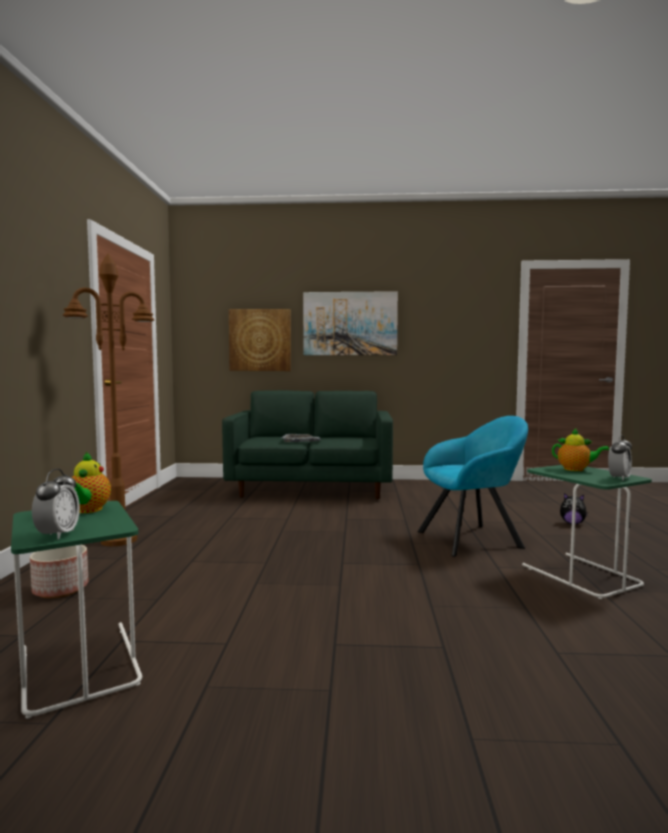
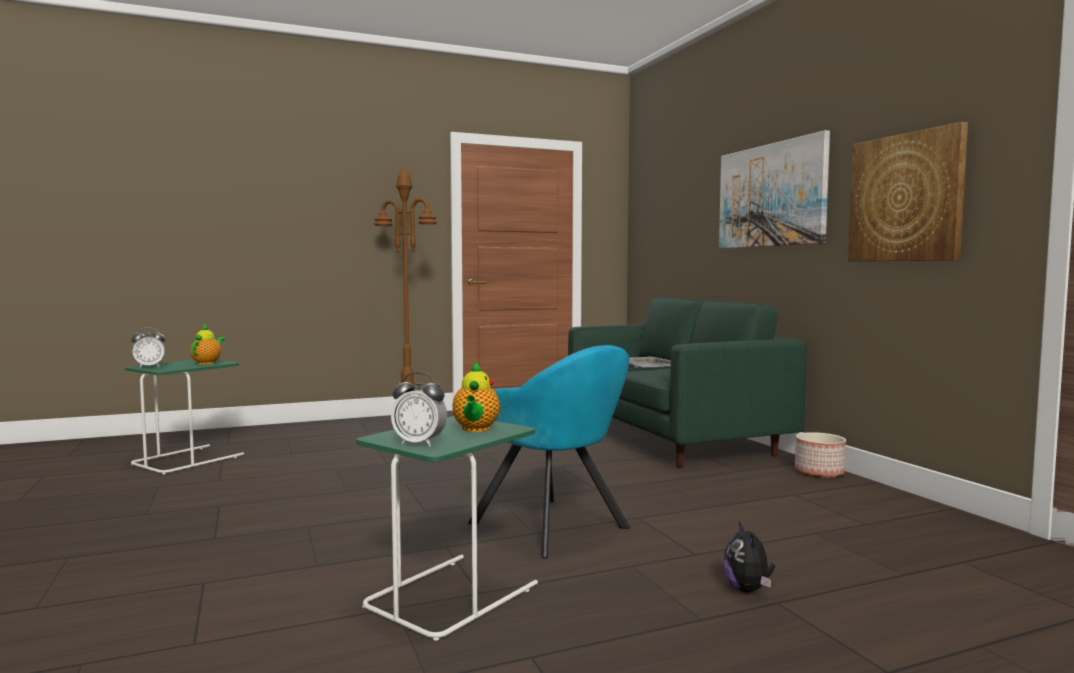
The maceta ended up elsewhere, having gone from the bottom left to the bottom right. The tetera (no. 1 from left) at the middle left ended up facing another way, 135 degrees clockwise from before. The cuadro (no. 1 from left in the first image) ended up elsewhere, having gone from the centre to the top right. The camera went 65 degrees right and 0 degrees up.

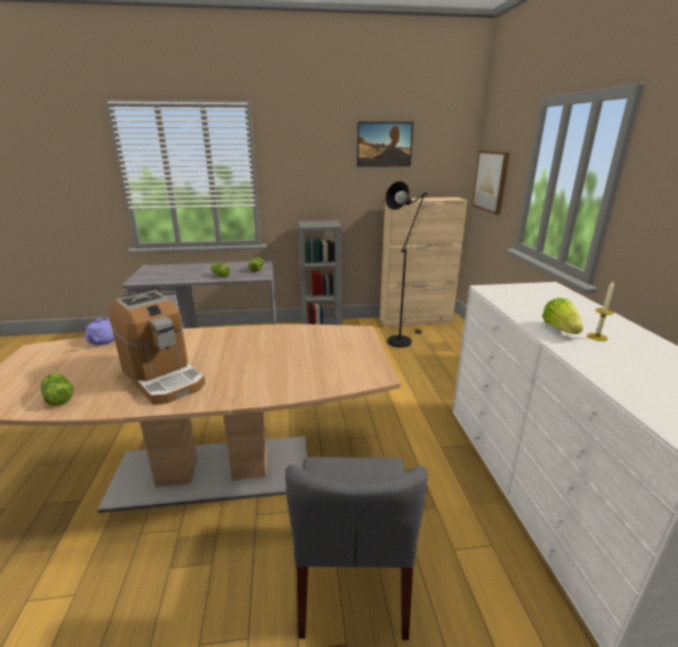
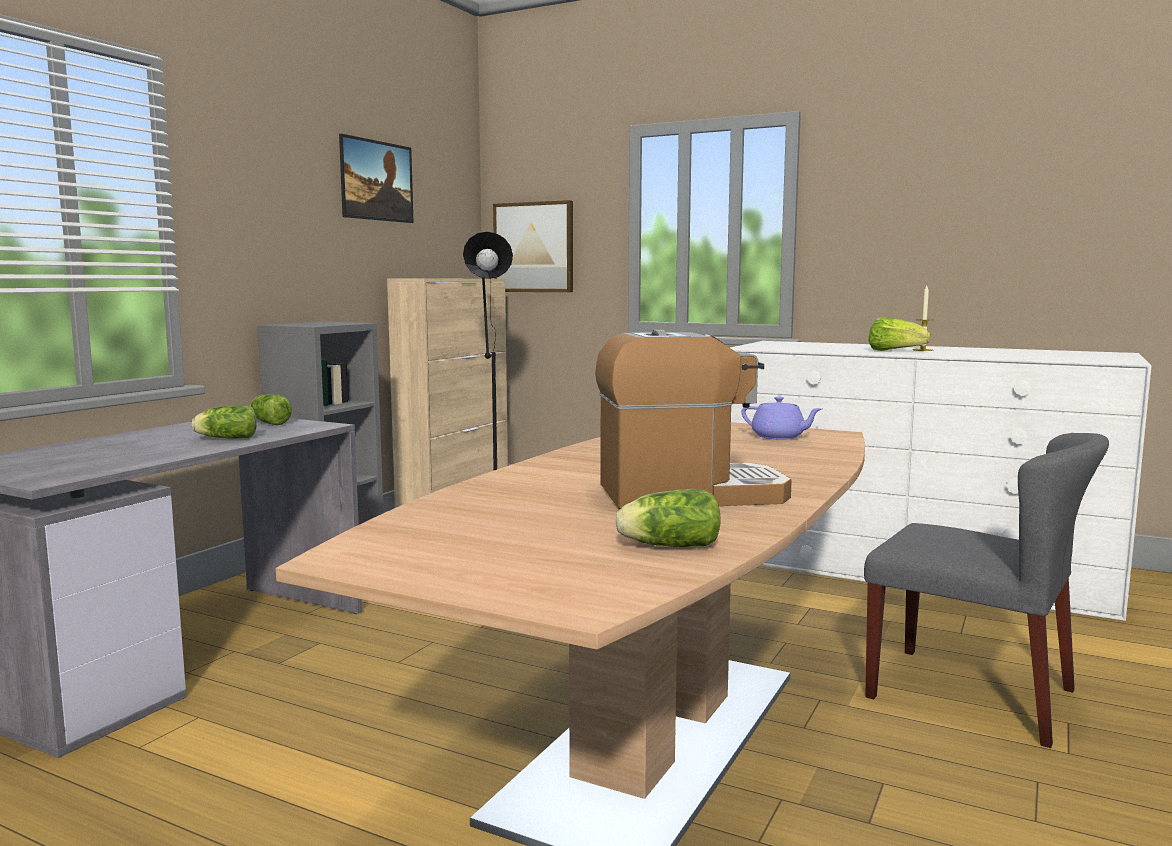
The tetera/morado ended up elsewhere, having gone from the middle left to the centre. The camera went 55 degrees left and 15 degrees down.

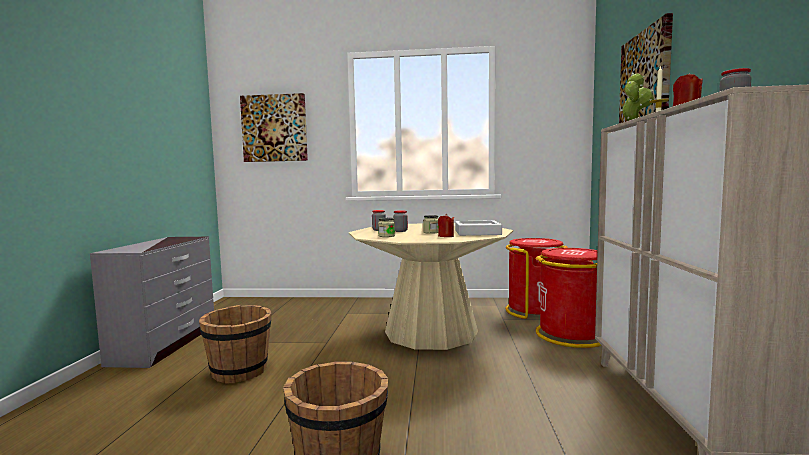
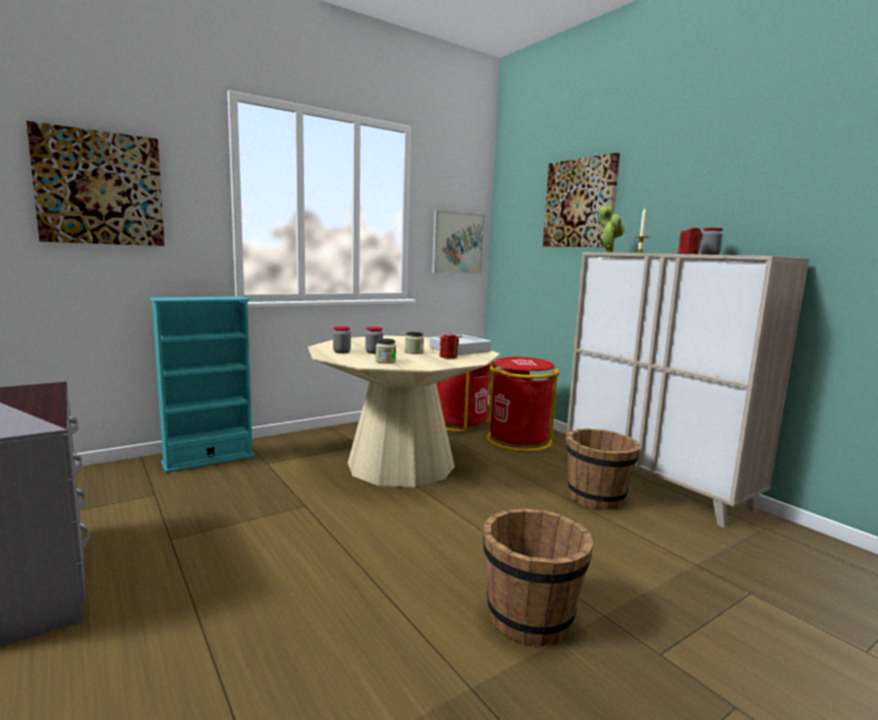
The cubo/marrón (no. 1 from left in the first image) ended up elsewhere, having gone from the bottom left to the middle right. The second view gained the estantería/turquesa at the middle left. The second view gained the cuadro (no. 2 from left) at the centre. The camera went 40 degrees left and 5 degrees up.

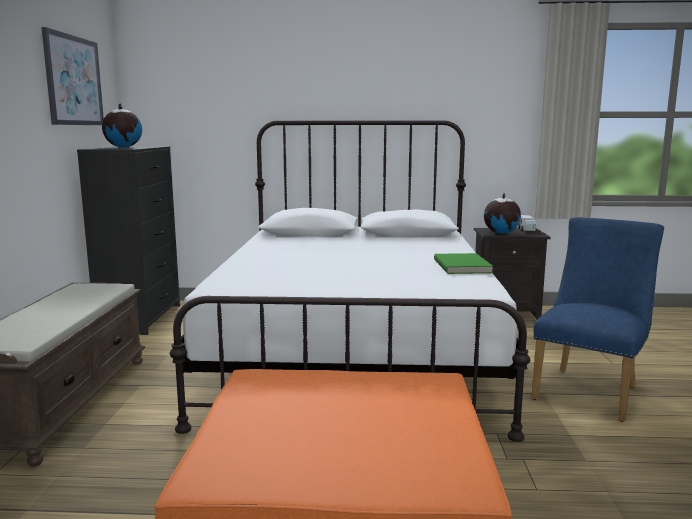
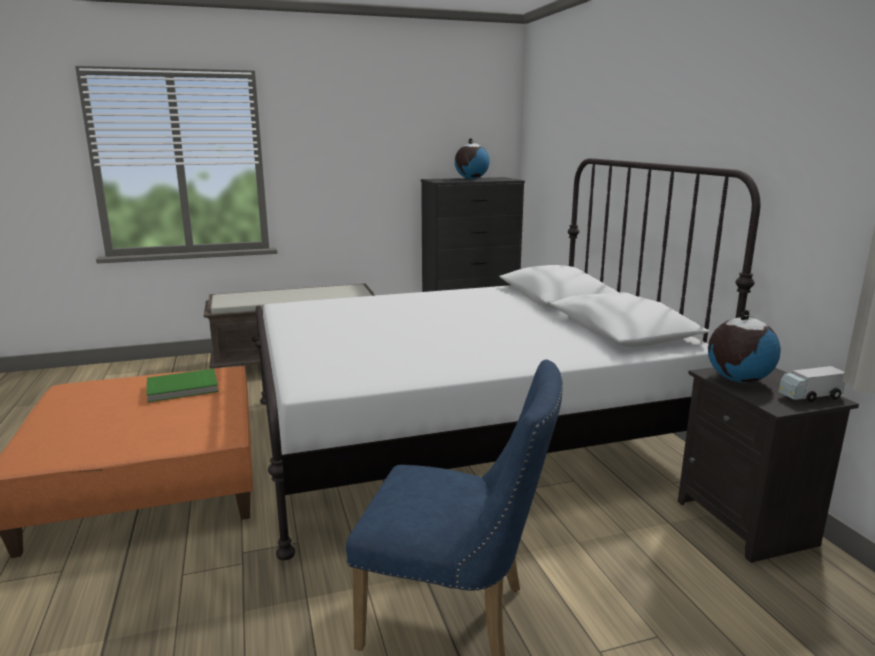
The second view lost the cuadro at the top left. The libro/verde ended up elsewhere, having gone from the middle right to the middle left. The camera went 70 degrees right and 5 degrees up.

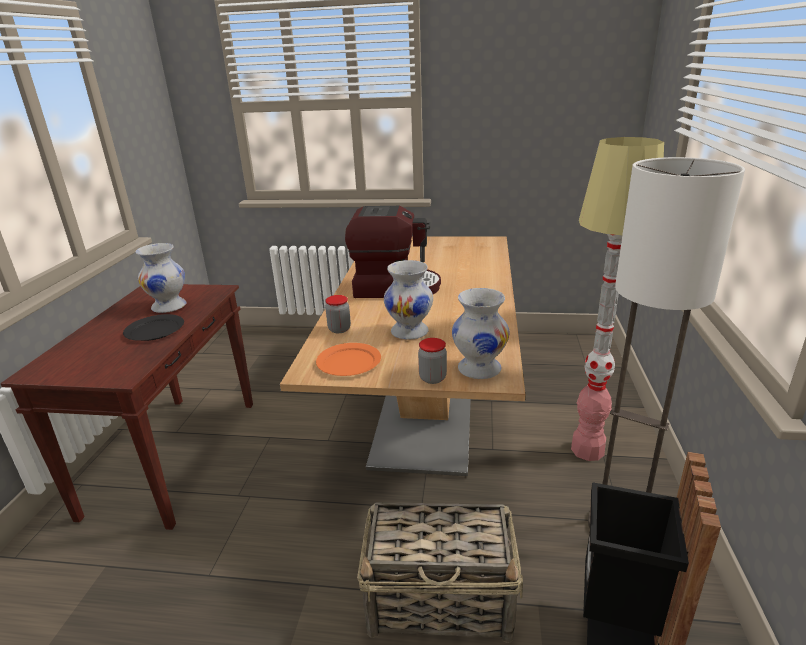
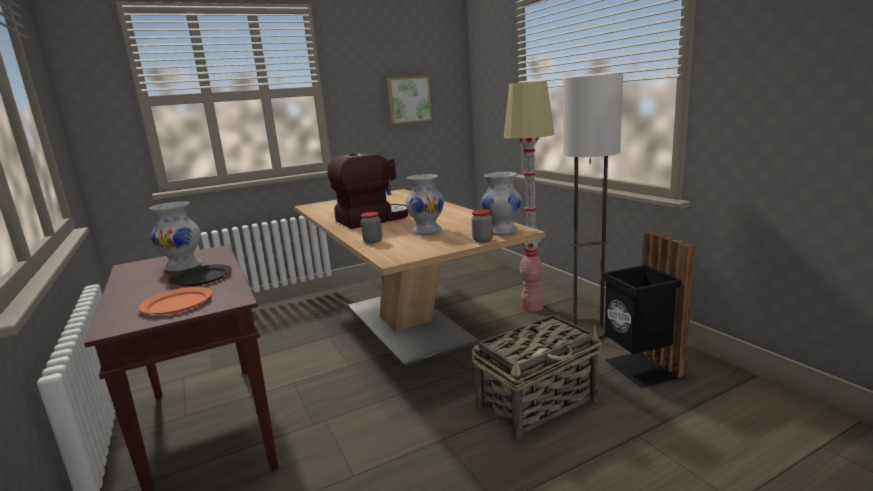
The plato/naranja ended up elsewhere, having gone from the centre to the middle left. The second view gained the cuadro at the top centre. The camera went 35 degrees left and 10 degrees down.

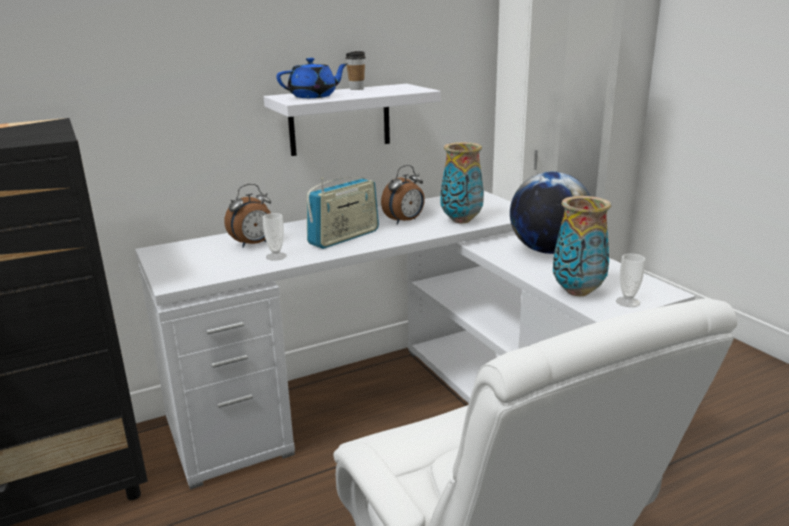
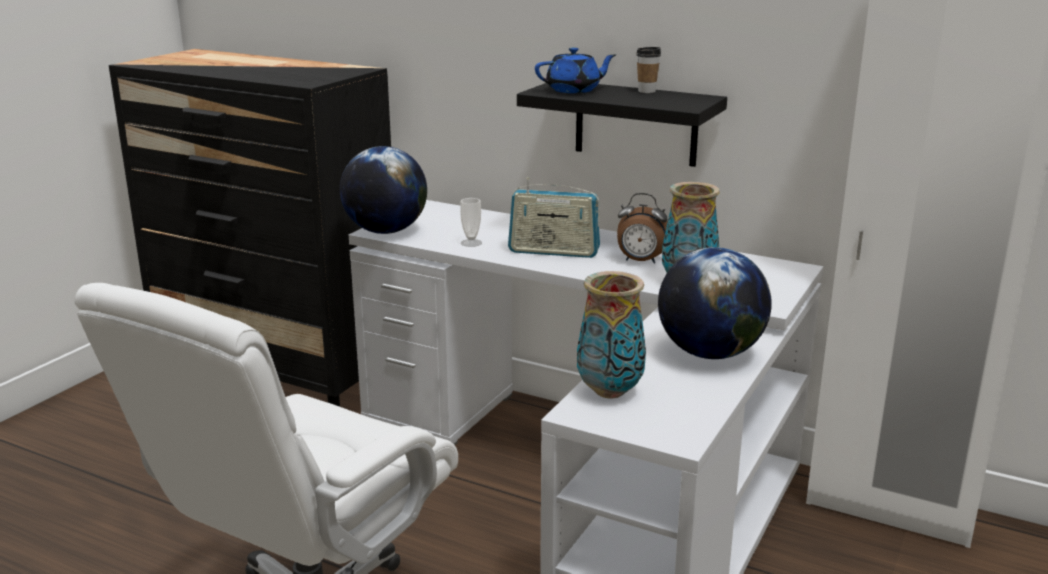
The second view lost the despertador (no. 1 from left) at the middle left. What was the estante/blanco at the top centre turned into the estante/negro at the top centre. The tetera/azul at the top centre ended up facing another way, 45 degrees counterclockwise from before. The second view lost the taza (no. 3 from left) at the middle right. The second view gained the globo terráqueo (no. 1 from left) at the top centre. The camera went 55 degrees right and 0 degrees up.

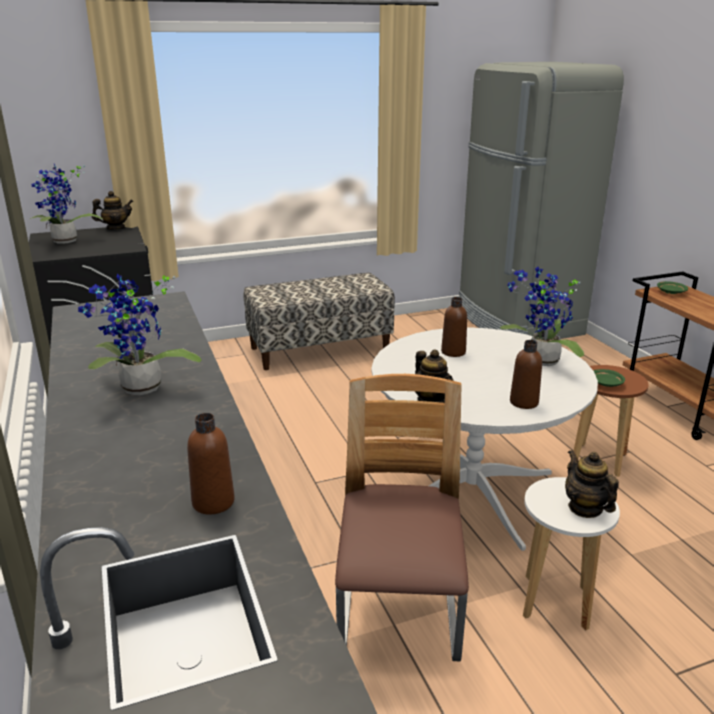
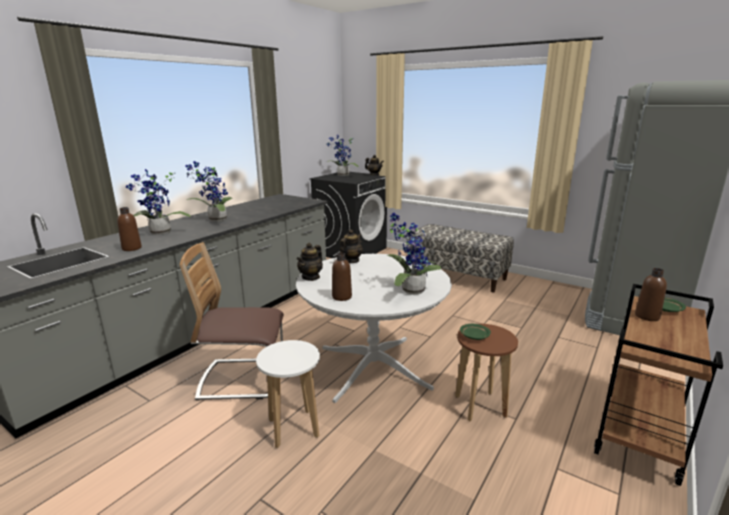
The silla at the bottom centre ended up facing another way, 150 degrees counterclockwise from before. The botella/marrón (no. 2 from left in the first image) ended up elsewhere, having gone from the centre to the middle right. The tetera (no. 3 from left in the first image) ended up elsewhere, having gone from the bottom right to the centre. The second view gained the planta en maceta (no. 1 from left) at the middle left. The camera went 55 degrees right and 5 degrees down.

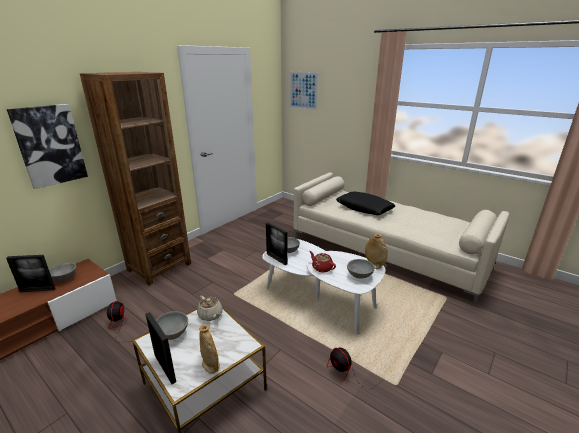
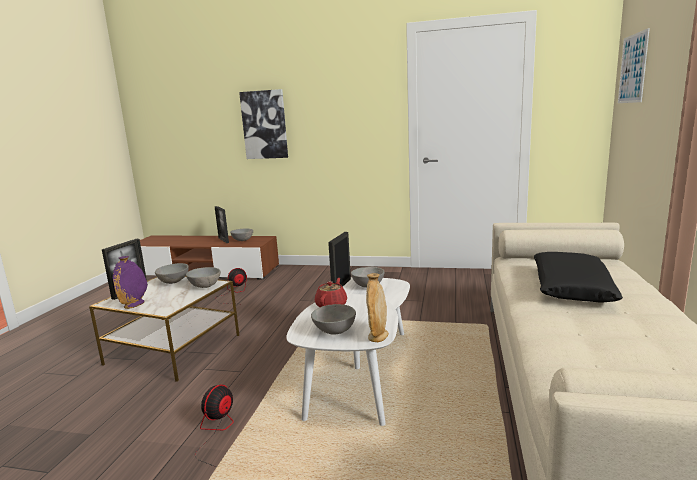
The second view lost the estantería/marrón at the middle left. Where the tetera/beis stood at the bottom centre, the cuenco/gris (no. 2 from left) came to stand at the middle left. What was the florero/beis (no. 1 from left) at the bottom centre turned into the florero/morado at the middle left. The camera went 65 degrees right and 10 degrees down.

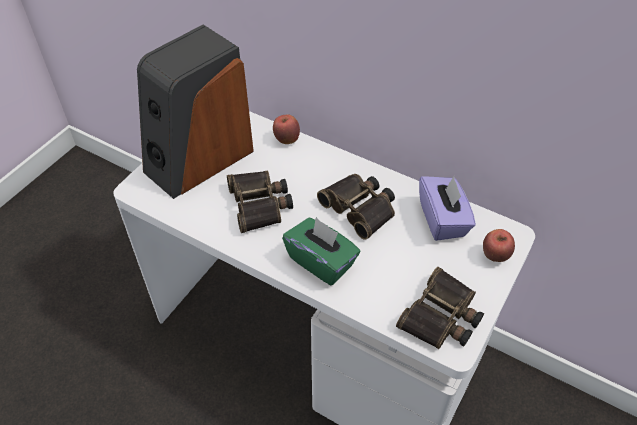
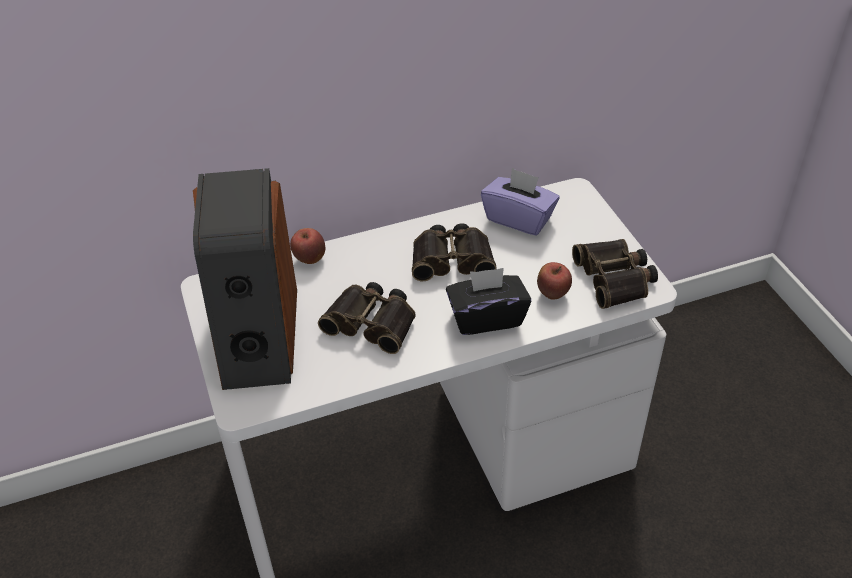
What was the caja de pañuelos/verde at the centre turned into the caja de pañuelos/negro at the centre. The manzana (no. 2 from left) ended up elsewhere, having gone from the middle right to the centre. The camera went 50 degrees left and 5 degrees down.

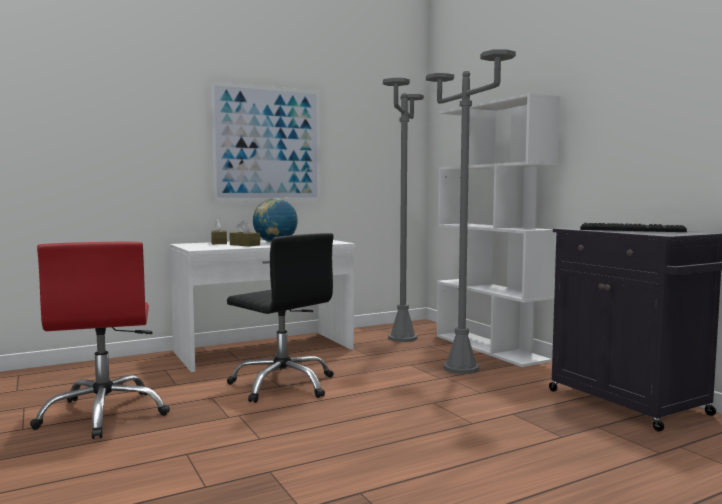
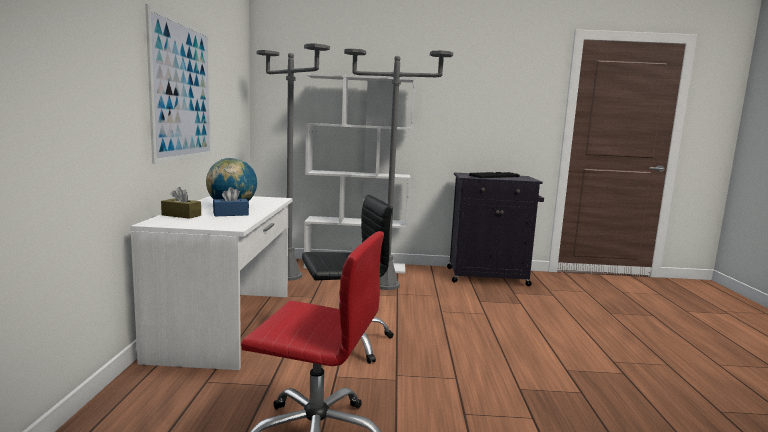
What was the caja de pañuelos/marrón (no. 2 from left) at the centre turned into the caja de pañuelos/azul at the middle left. The camera went 60 degrees left and 5 degrees up.

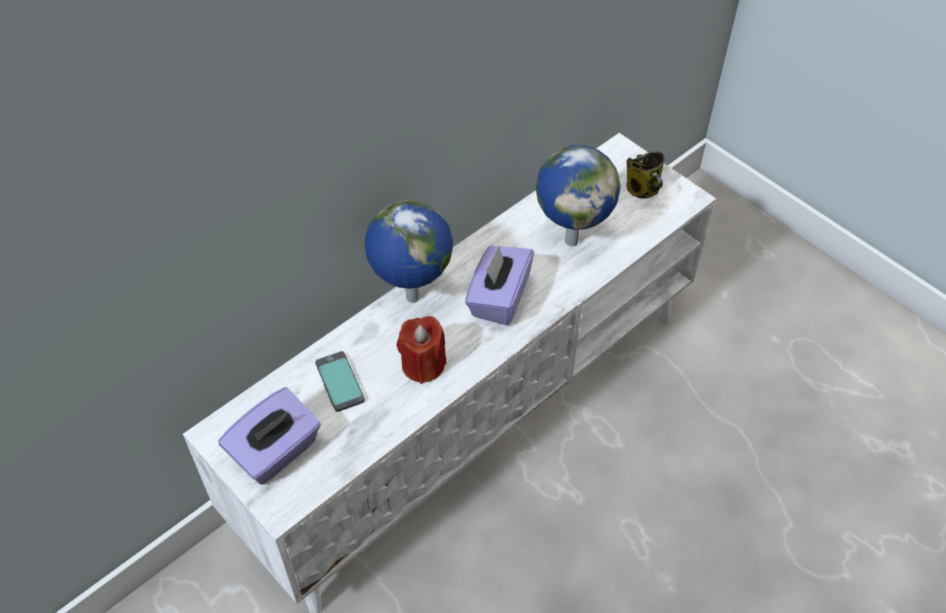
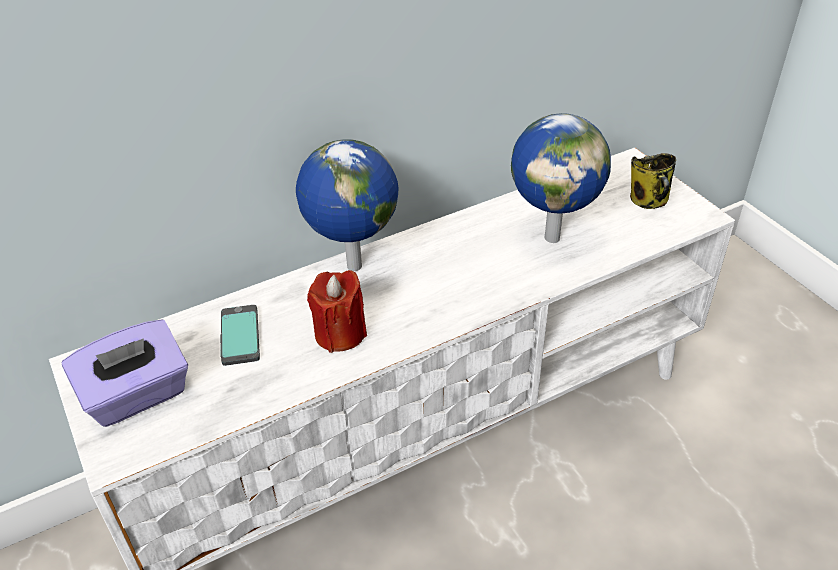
The second view lost the caja de pañuelos/morado (no. 2 from left) at the centre. The camera went 15 degrees right and 10 degrees down.

